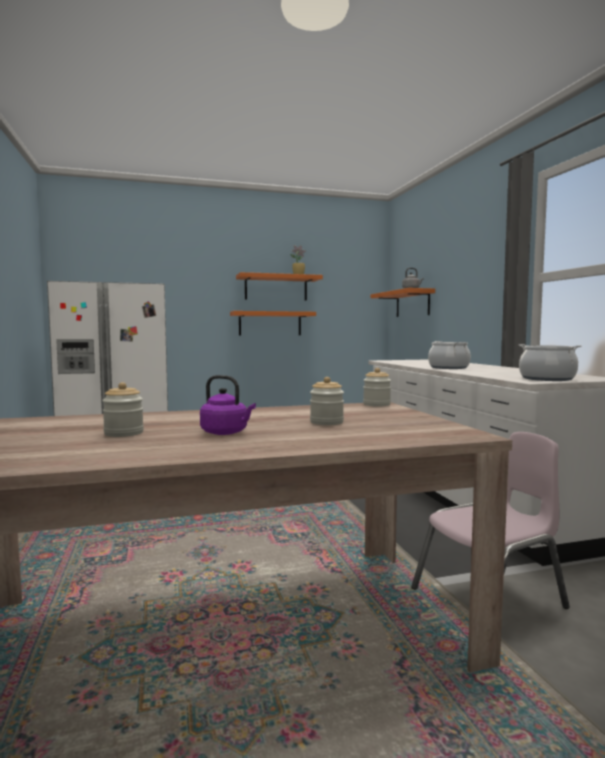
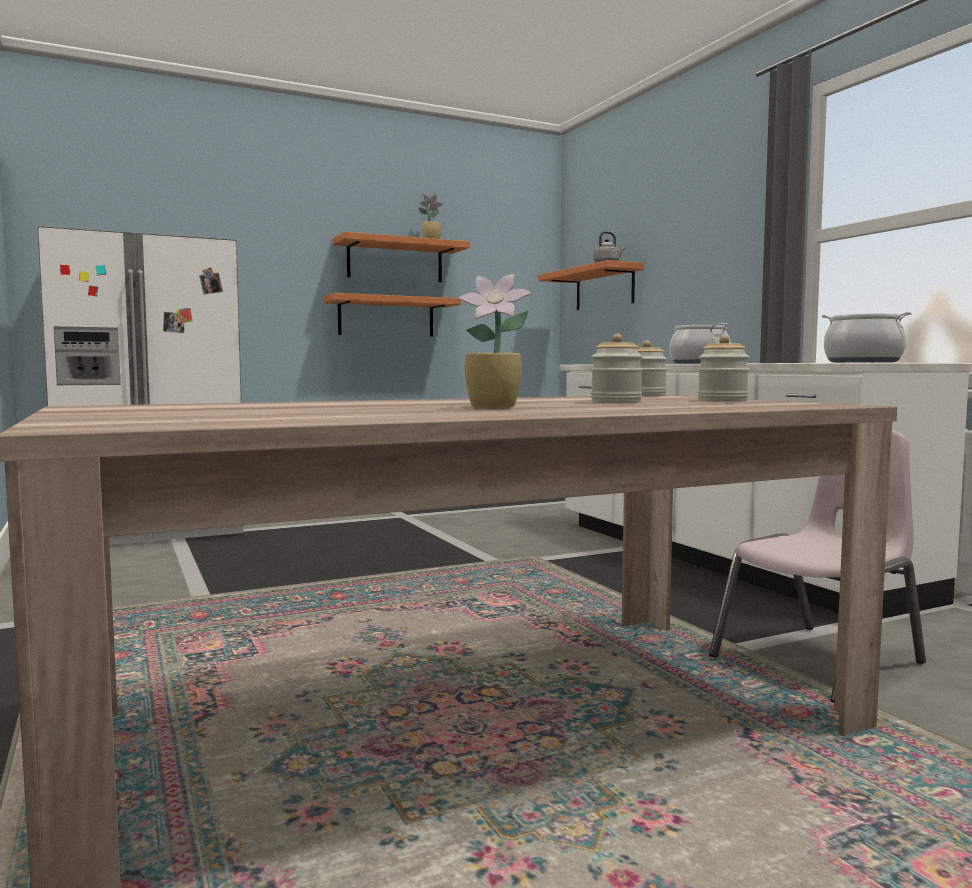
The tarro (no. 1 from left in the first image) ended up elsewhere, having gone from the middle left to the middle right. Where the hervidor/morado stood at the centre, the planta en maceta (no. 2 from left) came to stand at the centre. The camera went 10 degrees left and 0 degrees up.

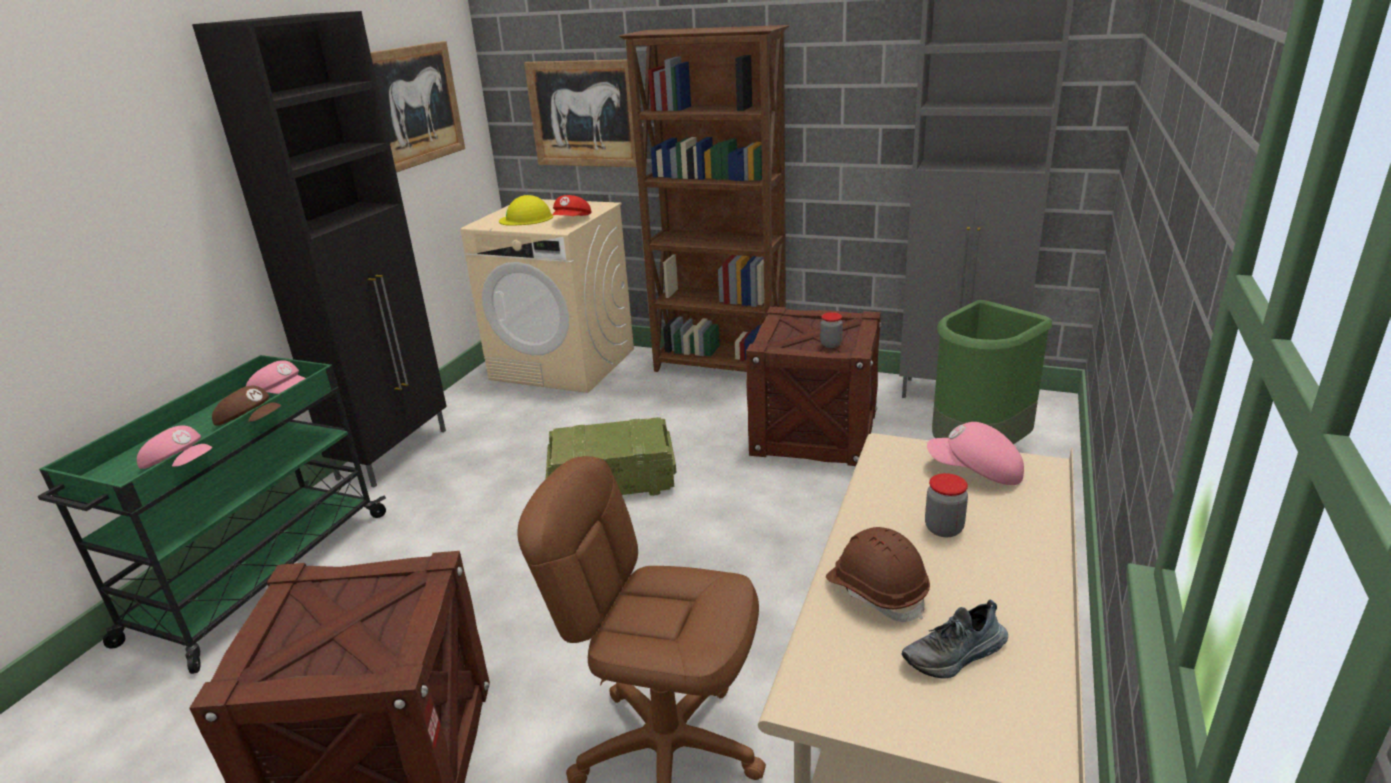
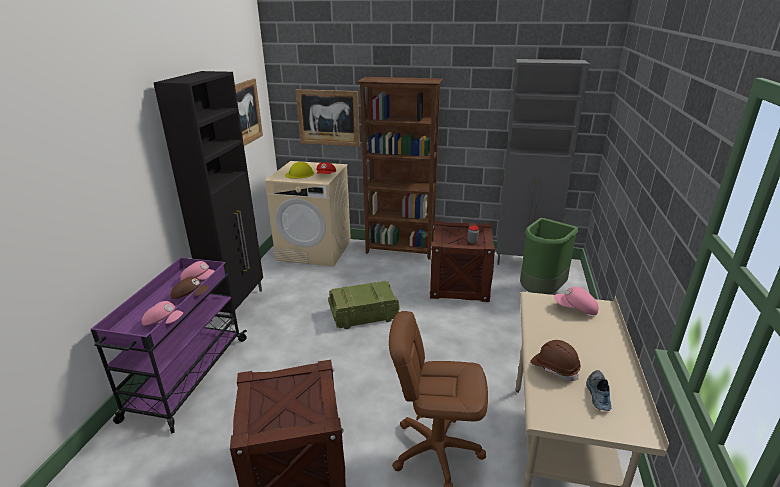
What was the carrito/verde at the middle left turned into the carrito/morado at the bottom left. The zapato at the bottom right ended up facing another way, 135 degrees clockwise from before. The second view lost the tarro (no. 2 from left) at the middle right. The camera went 10 degrees left and 0 degrees up.

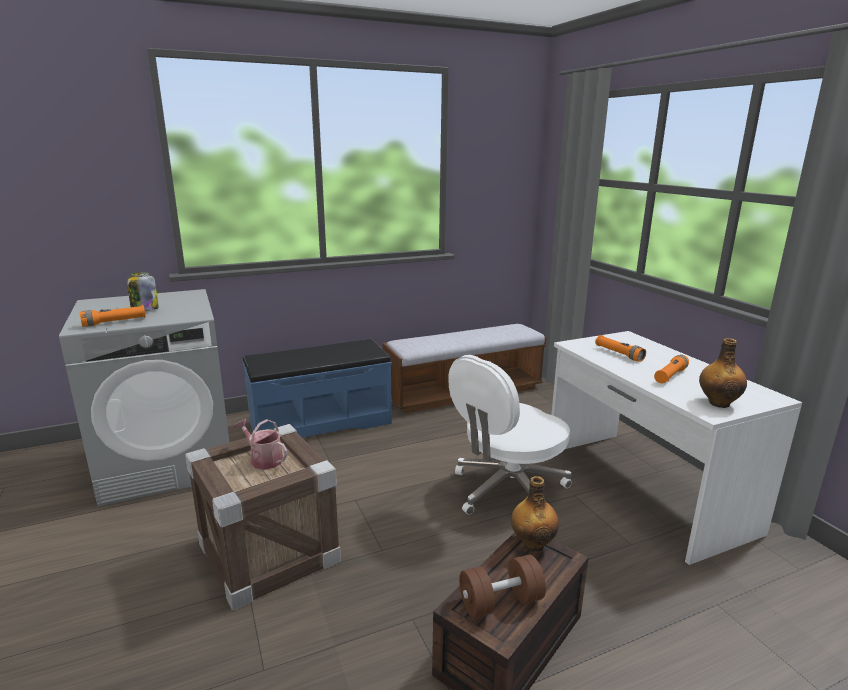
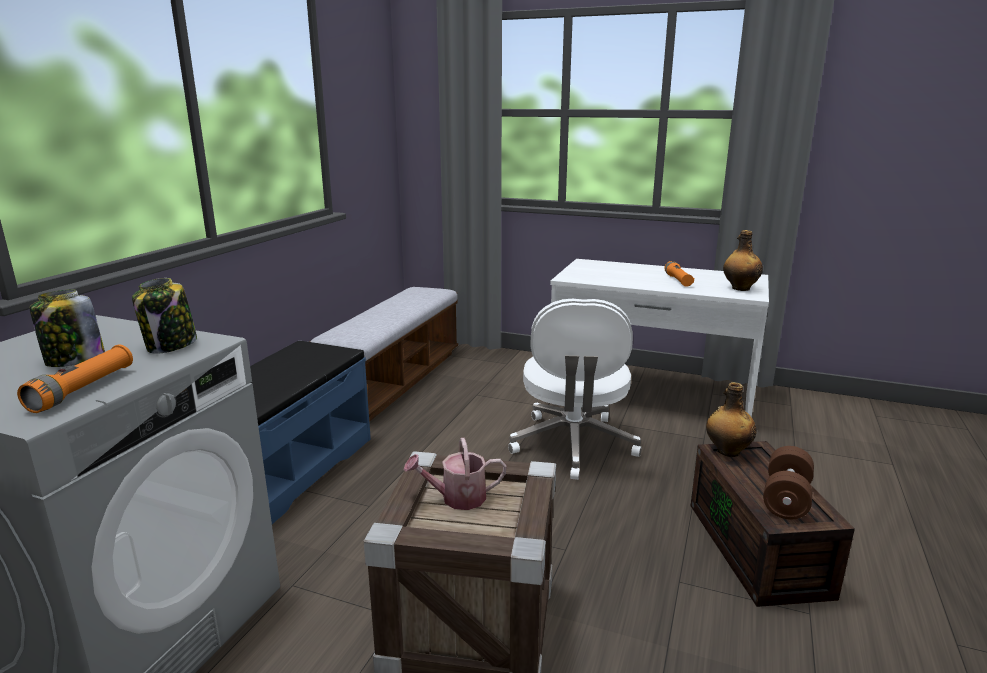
The second view lost the linterna/naranja (no. 2 from left) at the middle right. The second view gained the tarro (no. 2 from left) at the middle left. The camera went 45 degrees left and 0 degrees up.

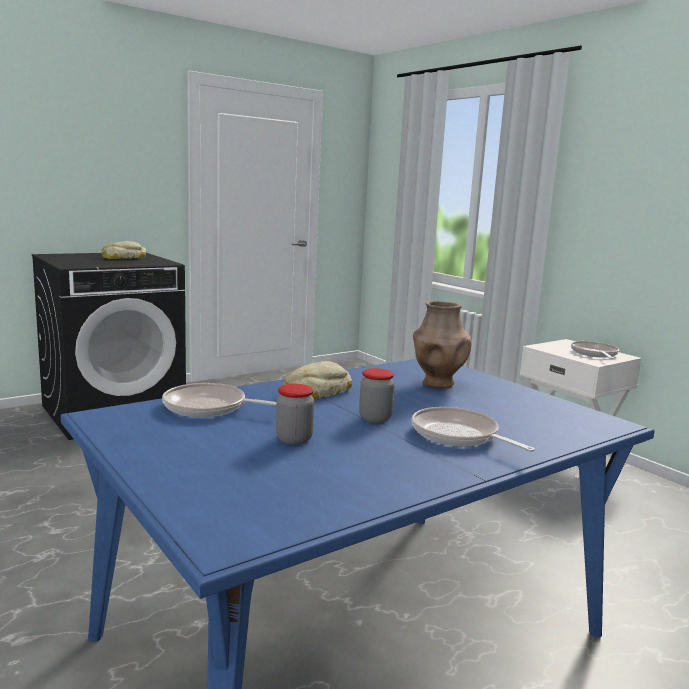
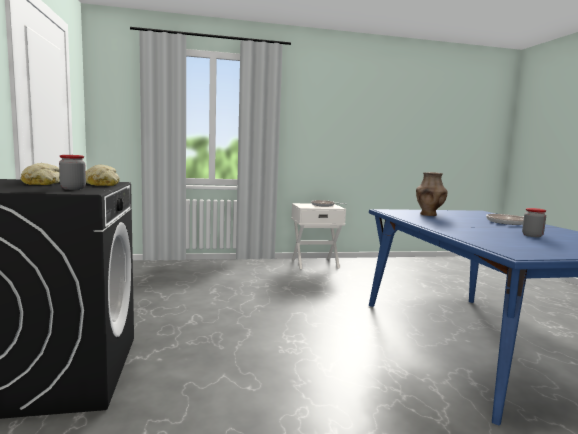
The second view lost the sartén (no. 1 from left) at the middle left. The pan (no. 2 from left) ended up elsewhere, having gone from the centre to the middle left. The tarro (no. 2 from left in the first image) ended up elsewhere, having gone from the centre to the middle left. The camera went 65 degrees left and 5 degrees down.

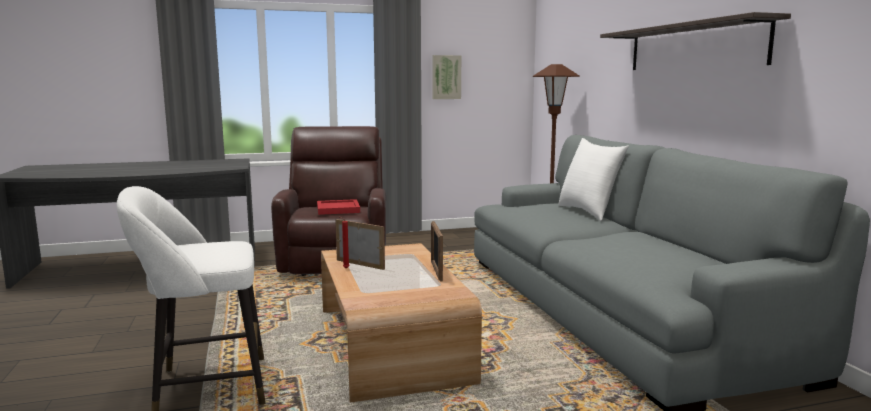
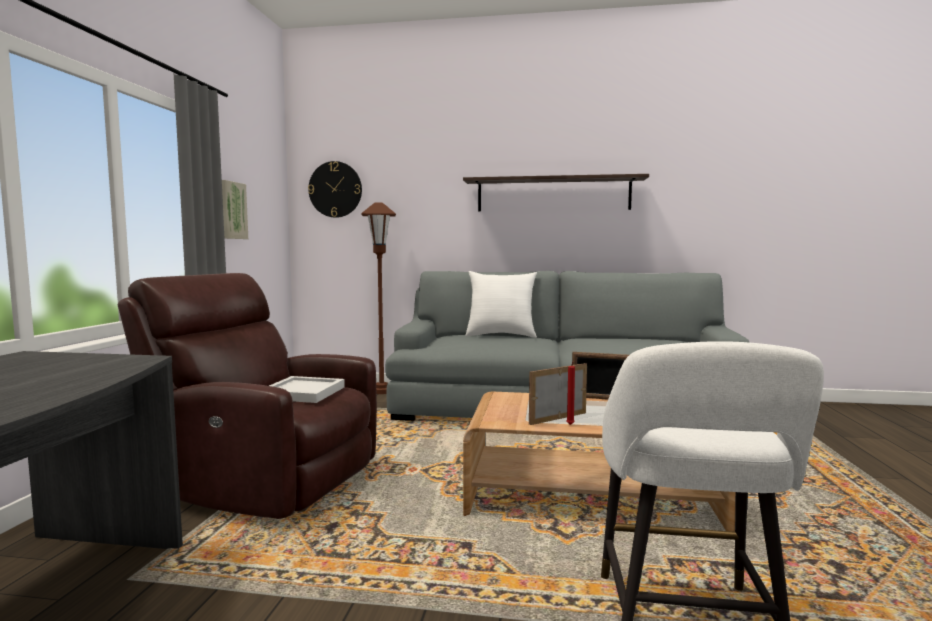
What was the bandeja/rojo at the centre turned into the bandeja/blanco at the middle left. The second view gained the reloj de pared at the top centre. The camera went 65 degrees left and 5 degrees down.

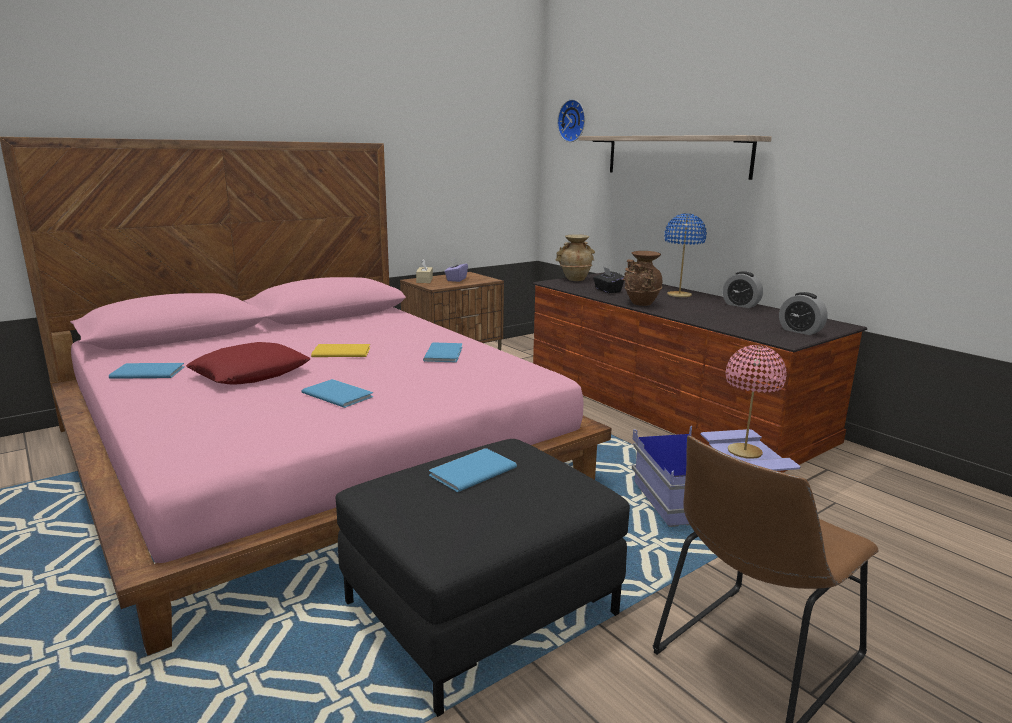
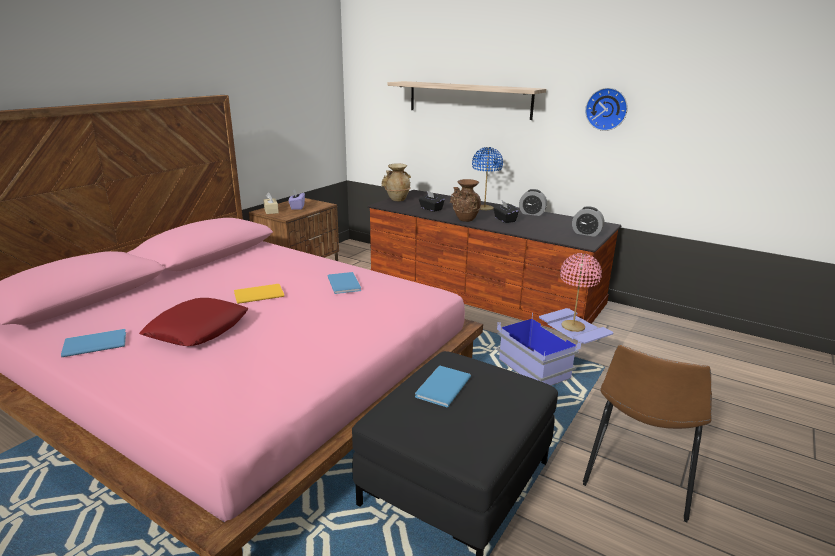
The second view lost the libro/azul (no. 2 from left) at the middle left. The reloj de pared ended up elsewhere, having gone from the top centre to the top right. The second view gained the caja de pañuelos/negro (no. 2 from left) at the centre. The camera went 20 degrees left and 5 degrees up.

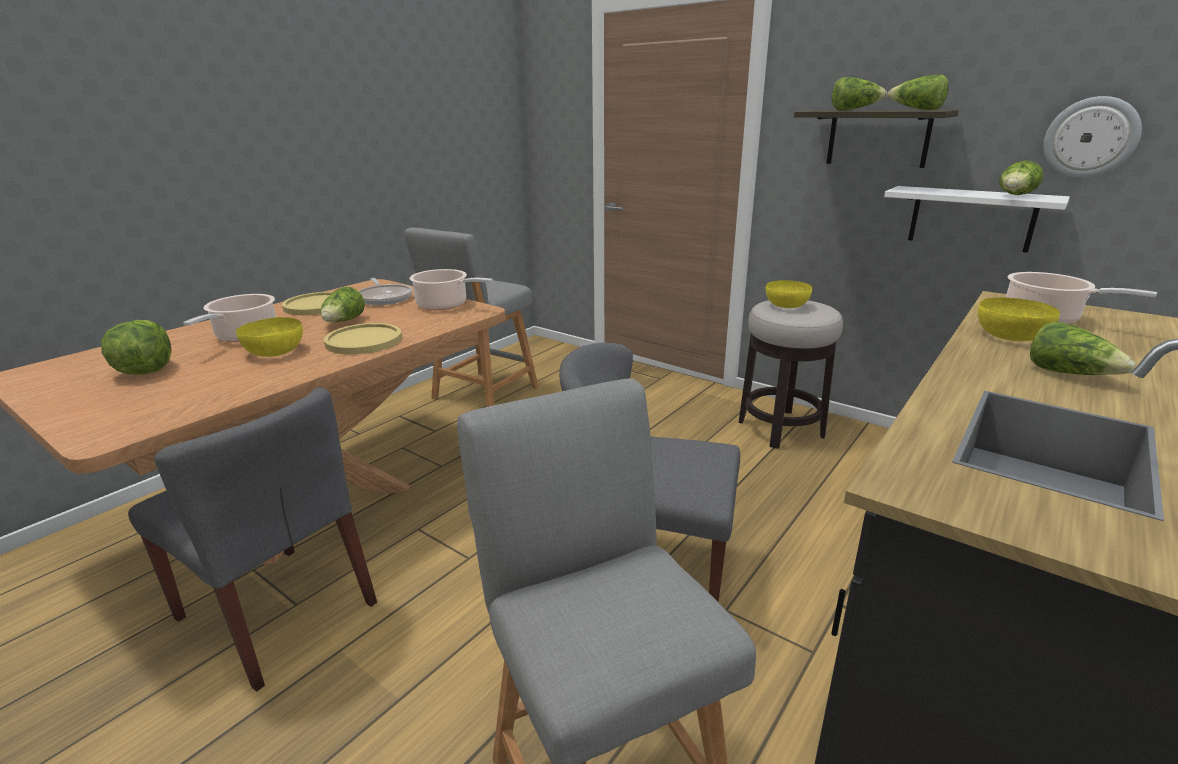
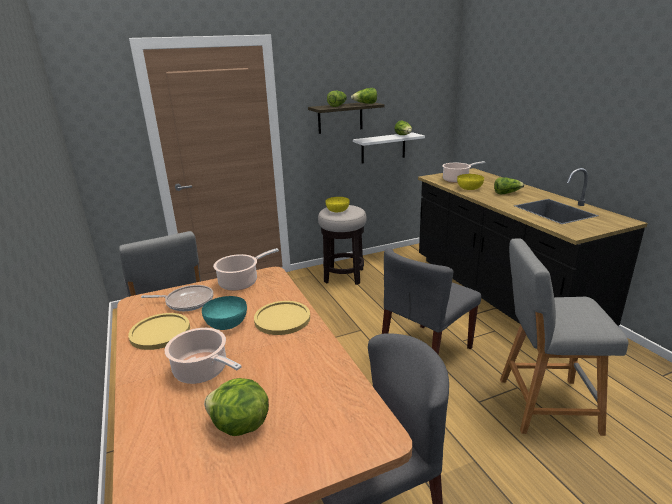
The second view lost the cuenco/amarillo (no. 1 from left) at the middle left. Where the lechuga (no. 2 from left) stood at the middle left, the cuenco/turquesa came to stand at the centre. The second view lost the reloj de pared at the top right. The camera went 60 degrees left and 0 degrees up.

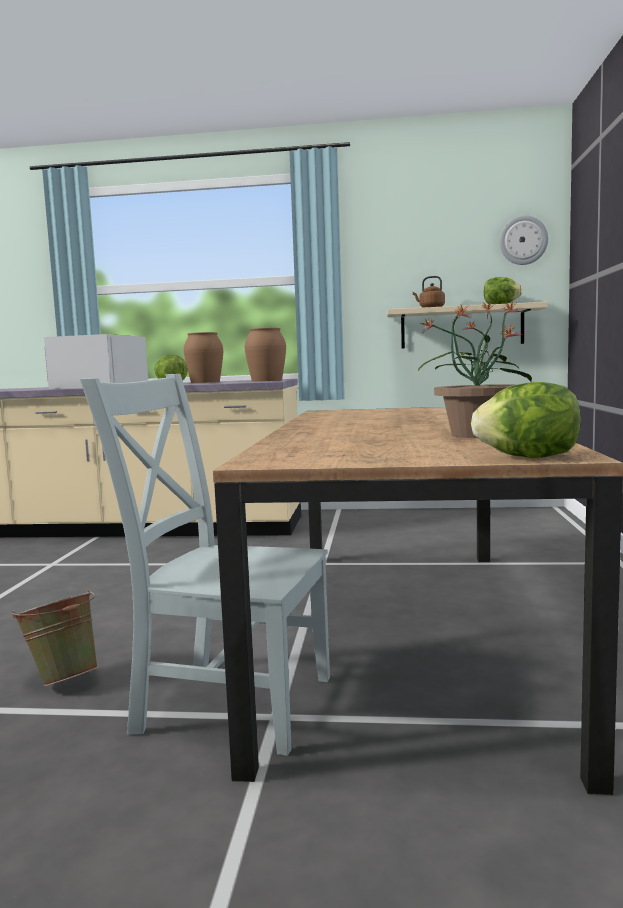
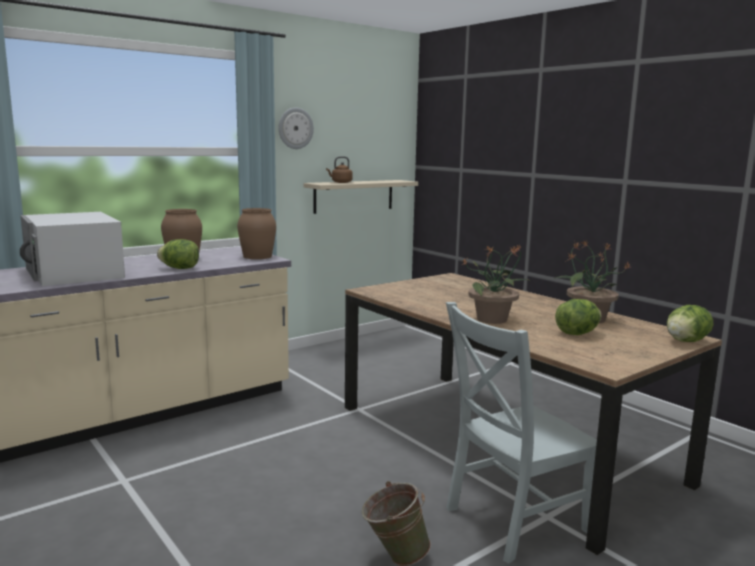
The lechuga (no. 2 from left) ended up elsewhere, having gone from the top right to the middle right. The reloj de pared ended up elsewhere, having gone from the top right to the top centre. The second view gained the planta en maceta (no. 1 from left) at the centre. The camera went 45 degrees left and 5 degrees up.

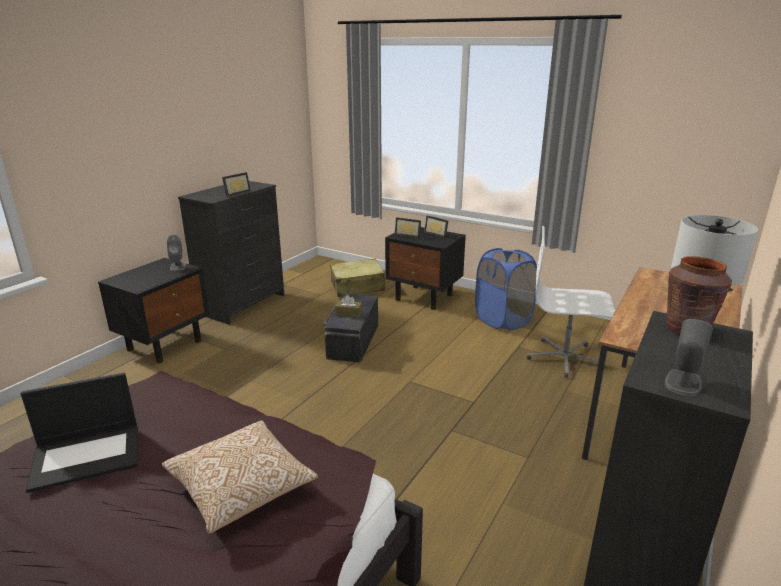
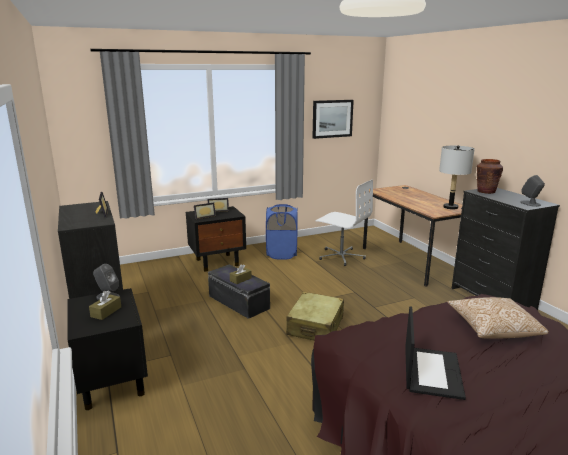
The maleta/beis ended up elsewhere, having gone from the centre to the bottom centre. The silla de oficina/blanco at the middle right ended up facing another way, 105 degrees counterclockwise from before. The second view gained the caja de pañuelos/marrón (no. 1 from left) at the bottom left. The second view gained the cuadro at the top centre. The camera went 55 degrees left and 5 degrees down.

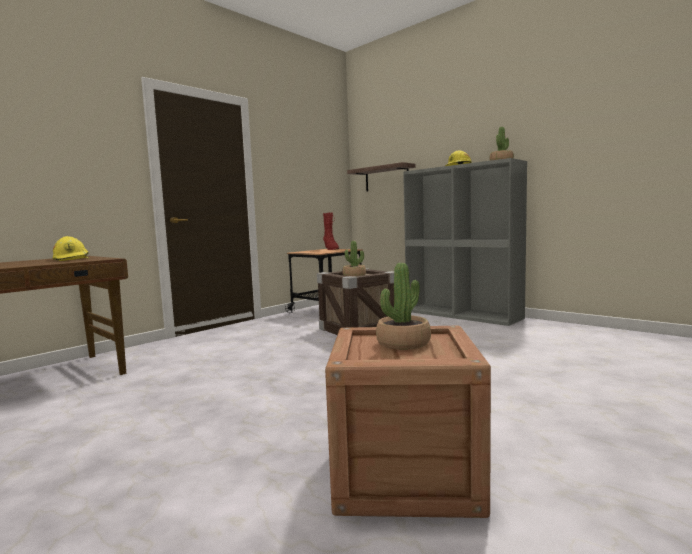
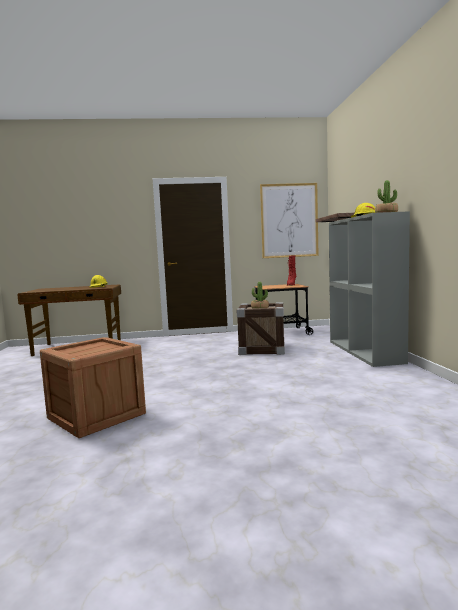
The second view lost the planta en maceta (no. 2 from left) at the centre. The second view gained the cuadro at the centre. The camera went 40 degrees right and 0 degrees up.

